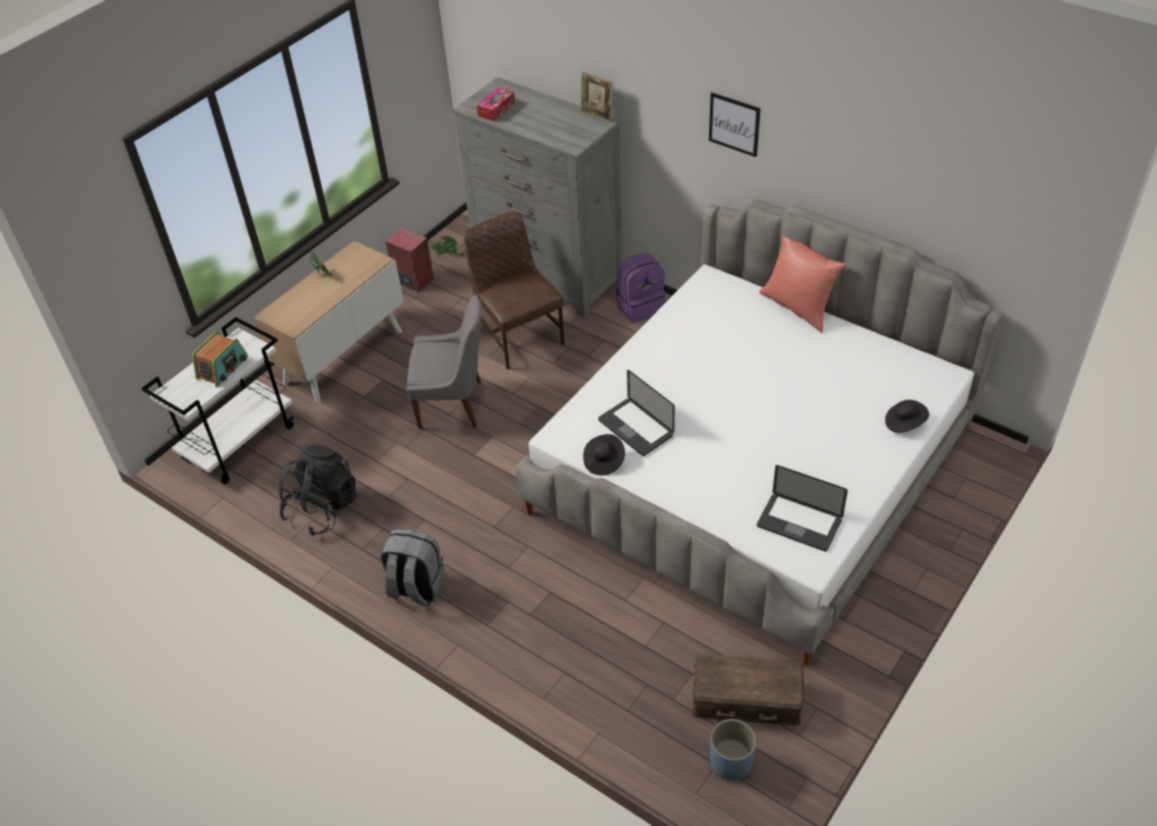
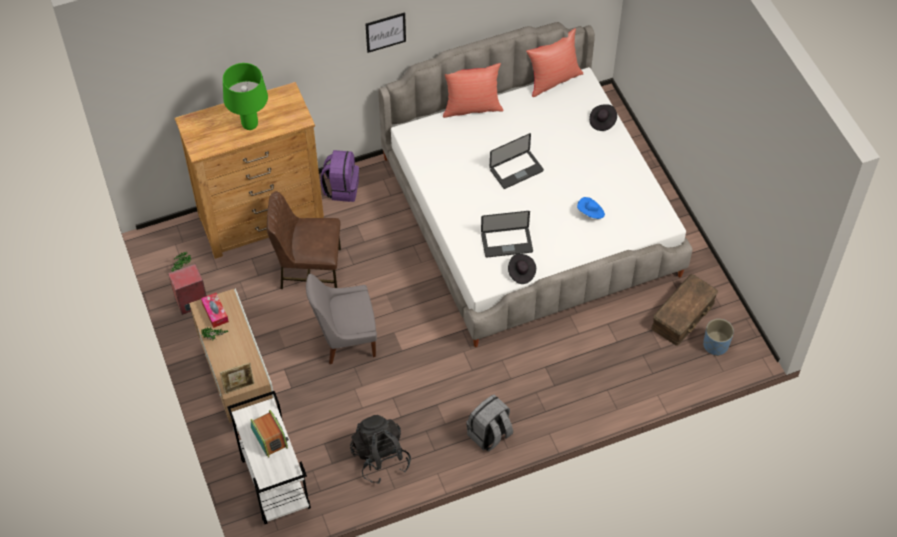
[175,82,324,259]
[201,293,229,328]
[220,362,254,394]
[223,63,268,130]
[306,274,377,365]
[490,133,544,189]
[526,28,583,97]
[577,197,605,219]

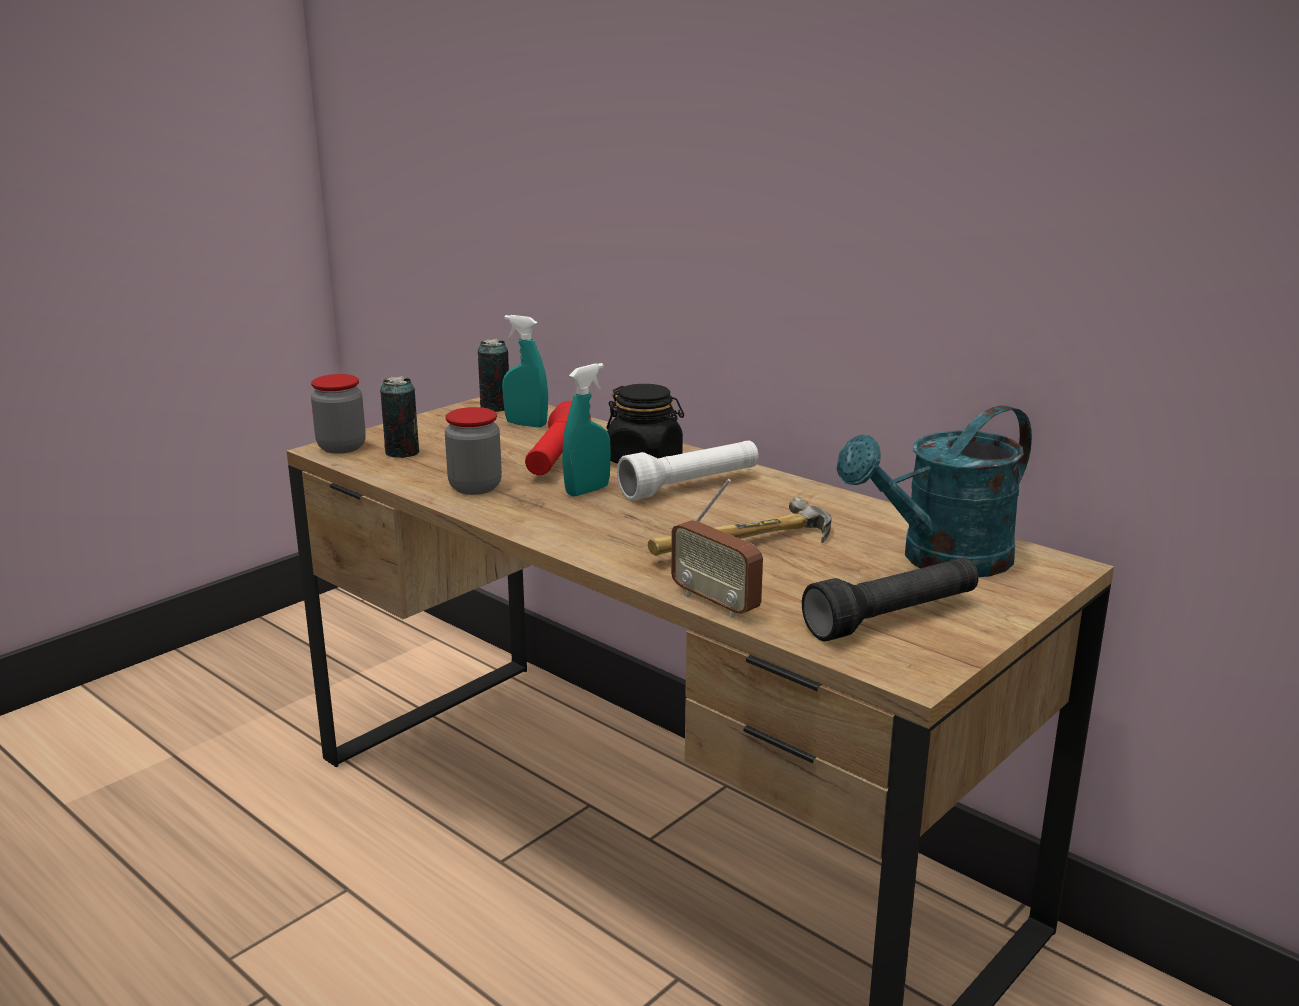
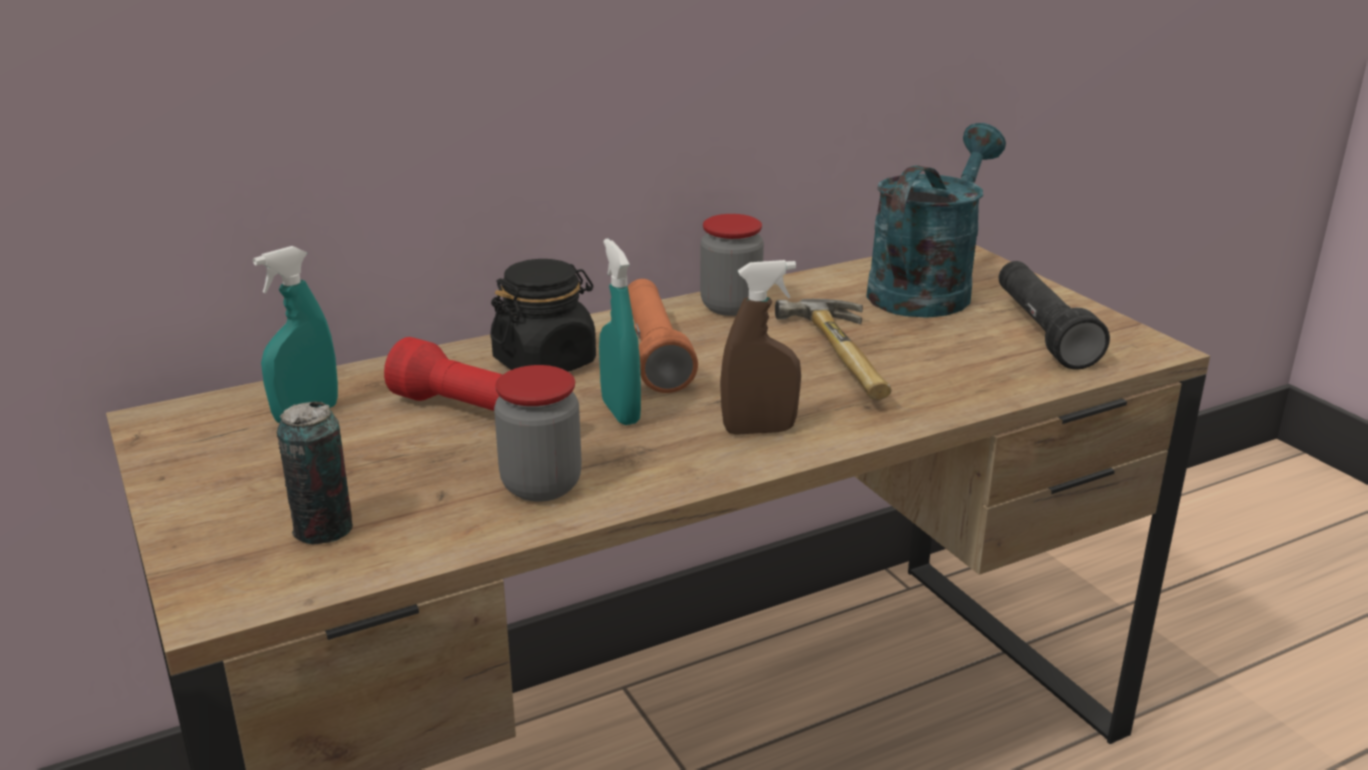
[628,279,698,393]
[700,214,764,316]
[720,260,801,435]
[866,123,1006,318]
[478,339,509,412] (first image)
[671,479,763,618] (first image)

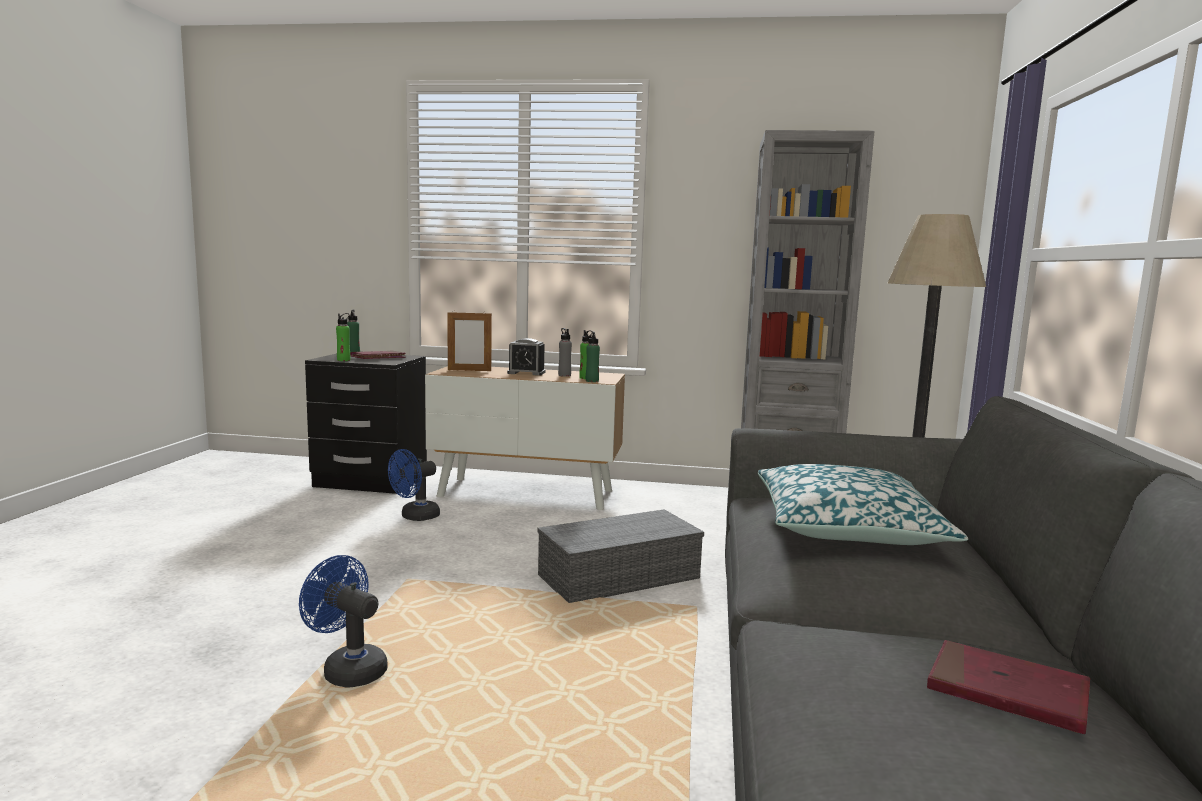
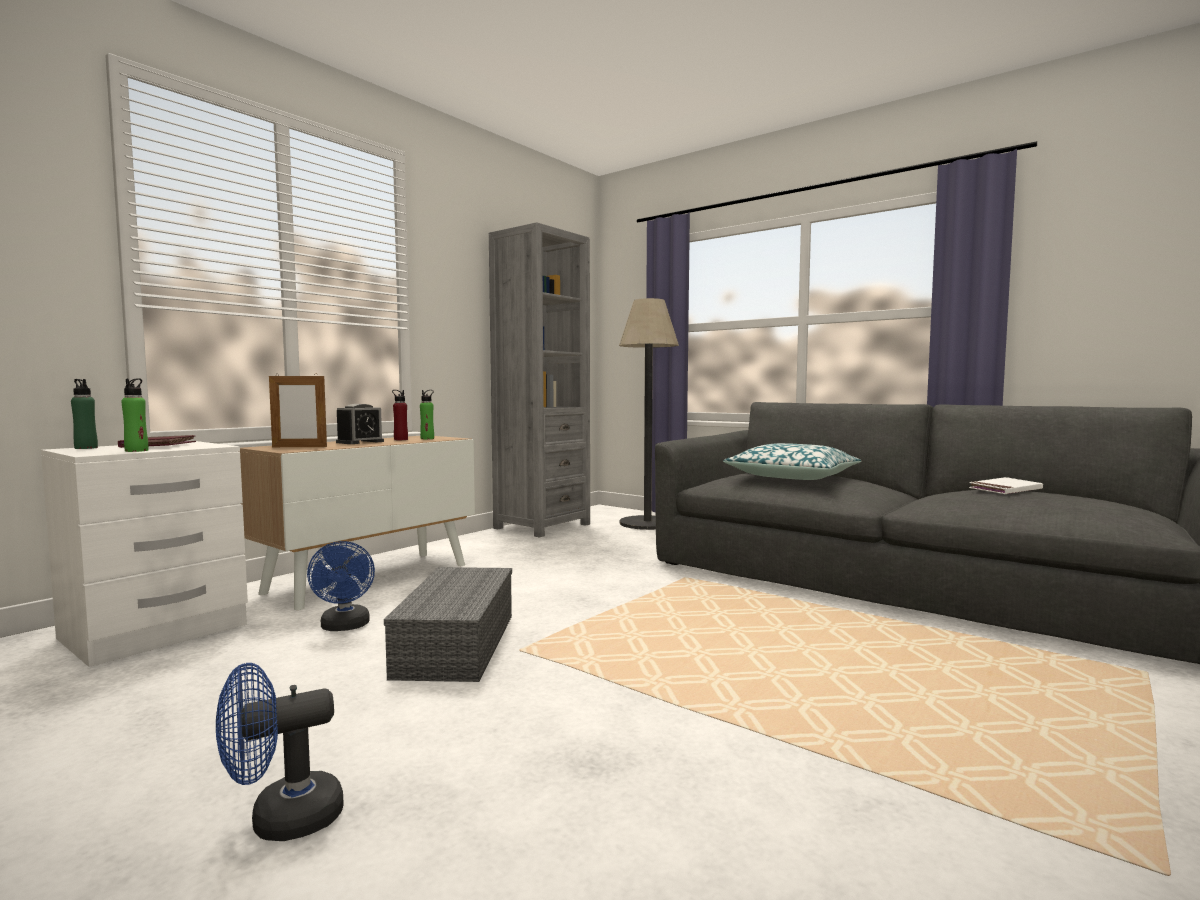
[41,441,248,667]
[216,663,344,841]
[269,374,327,447]
[384,567,512,682]
[392,390,408,440]
[969,477,1043,494]
[586,331,600,382] (first image)

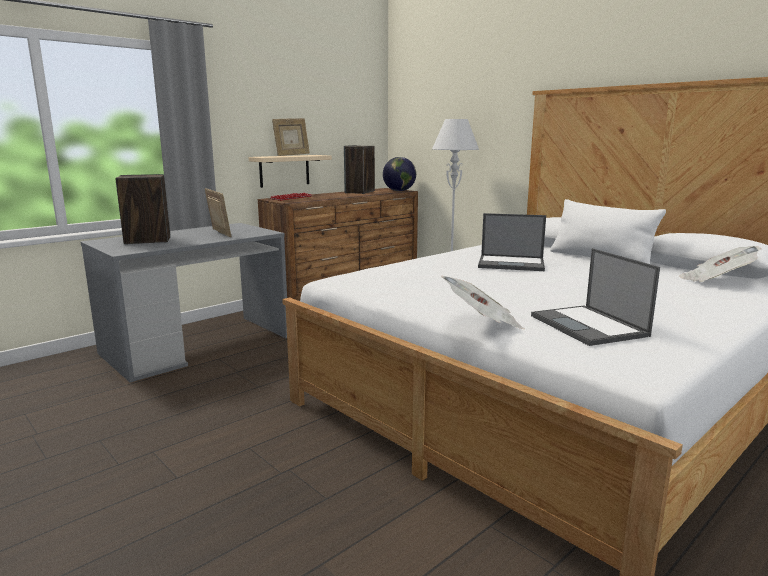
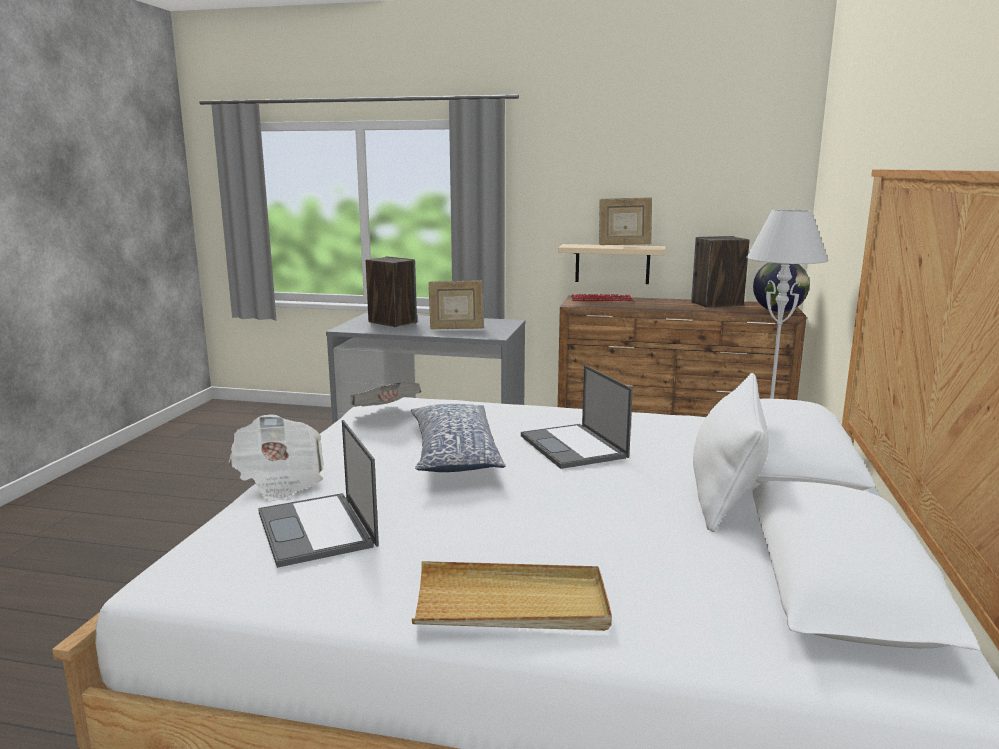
[258,420,379,568]
[350,382,421,407]
[411,404,506,472]
[412,561,612,631]
[428,280,484,329]

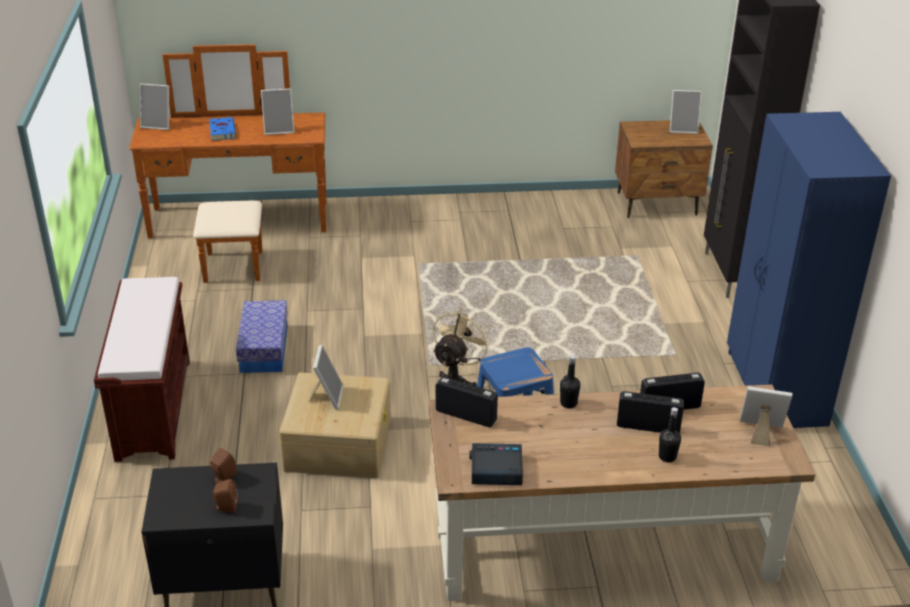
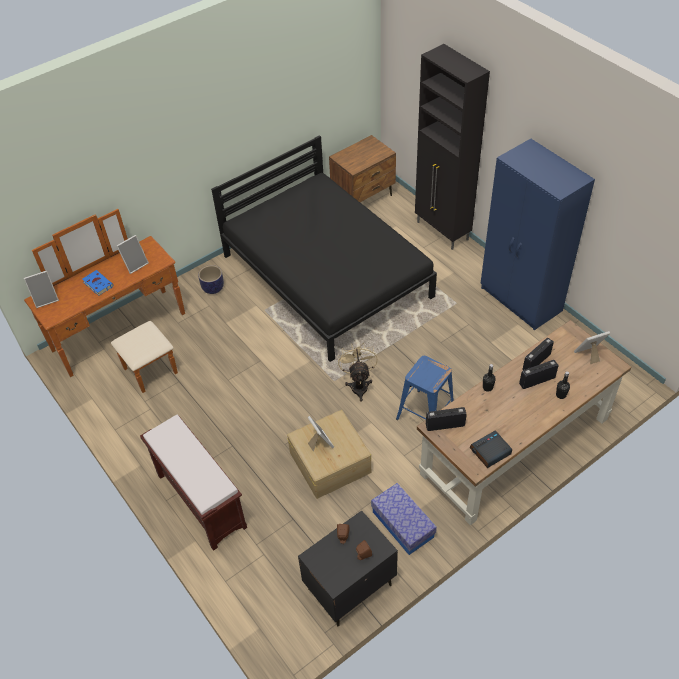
[198,265,224,294]
[211,135,437,362]
[371,483,437,555]
[670,90,702,134] (first image)

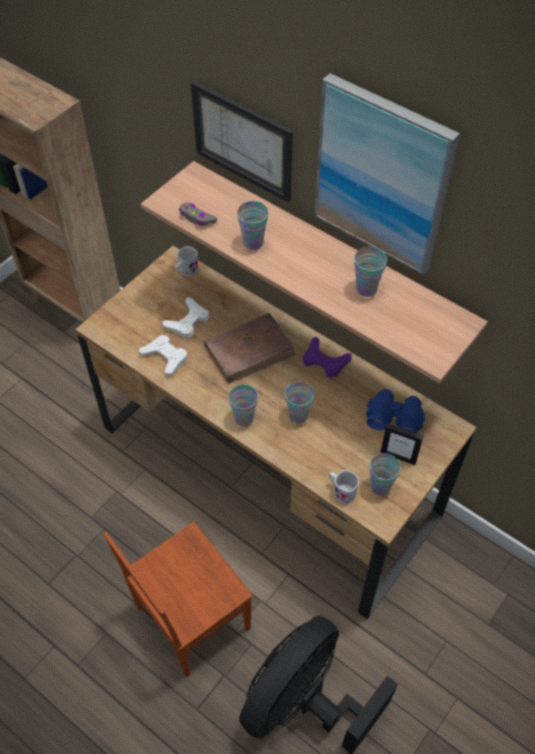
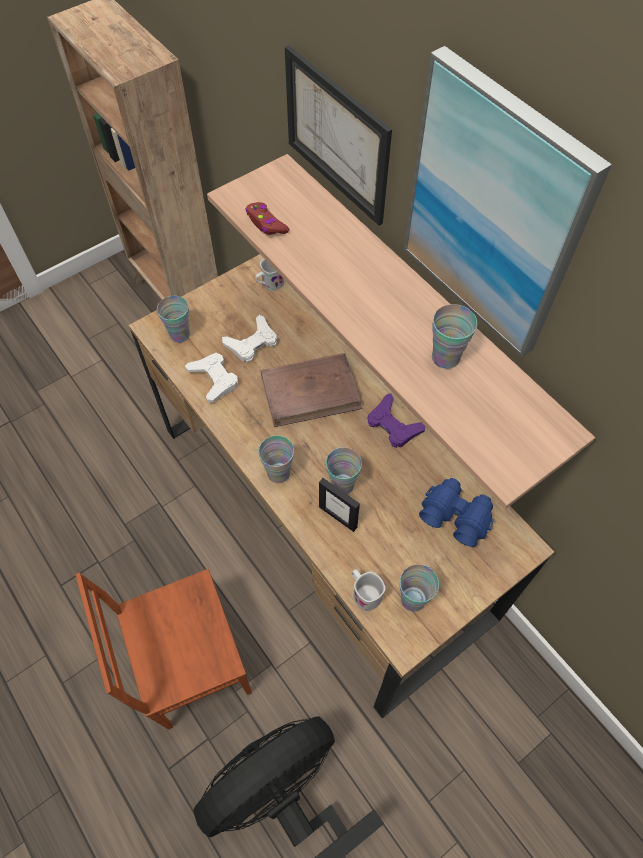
[157,296,190,343]
[245,202,289,235]
[319,478,360,532]

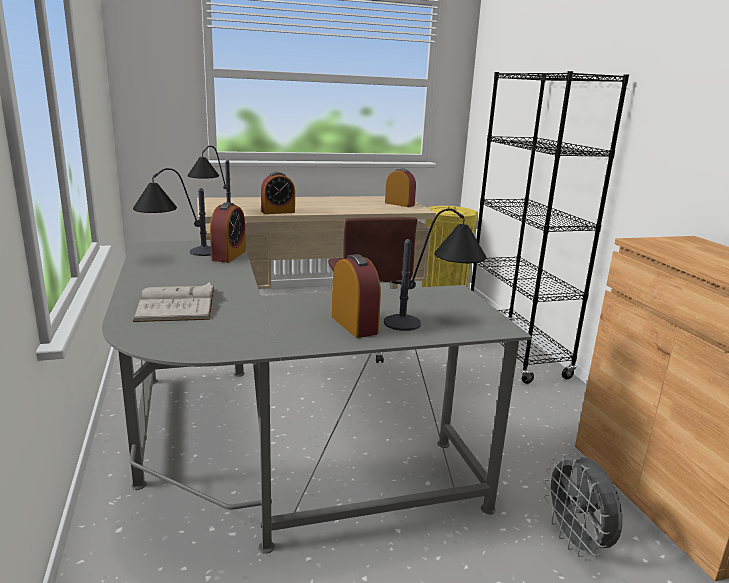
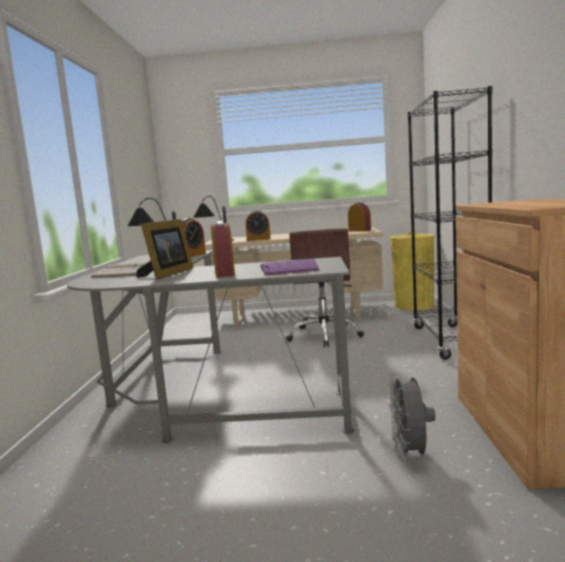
[137,219,193,280]
[260,259,320,276]

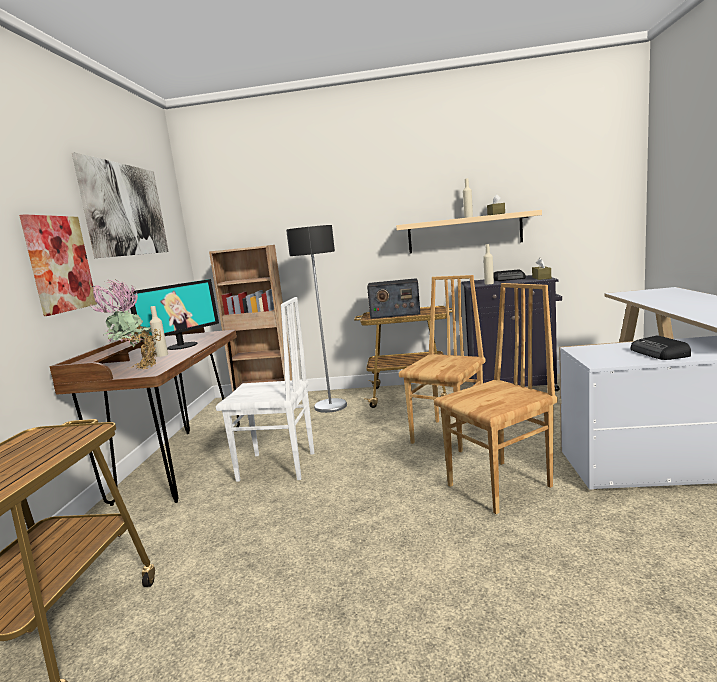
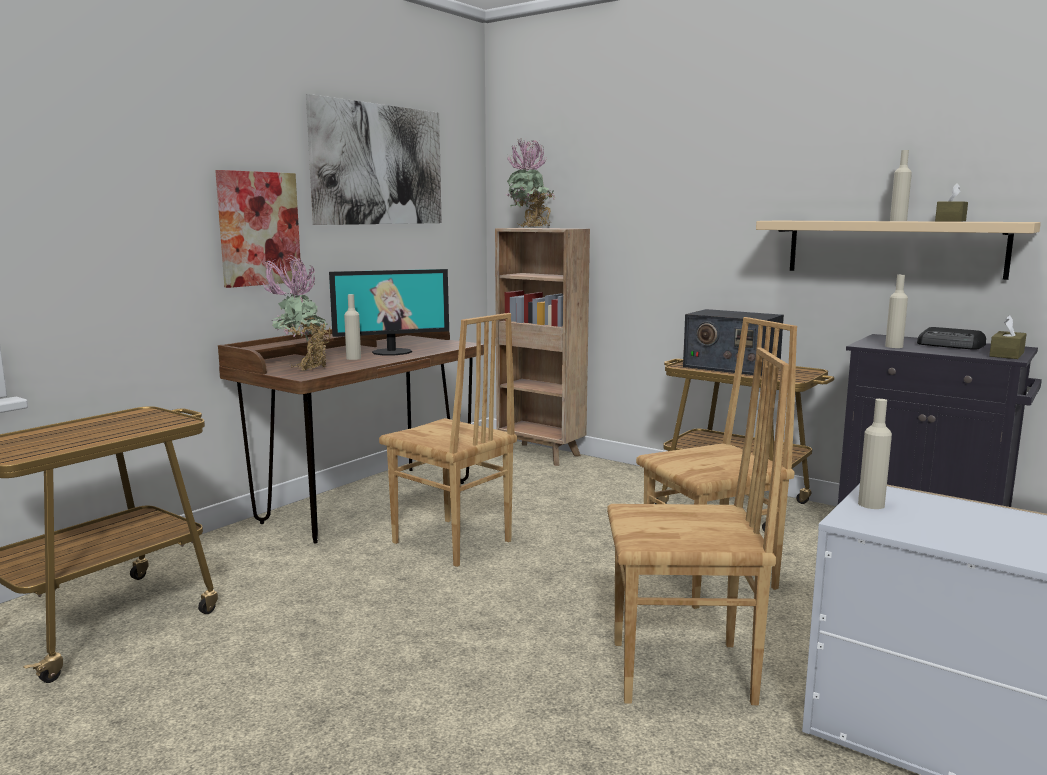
[379,313,517,567]
[506,139,556,227]
[858,399,892,509]
[286,225,347,413] (first image)
[630,336,691,360] (first image)

